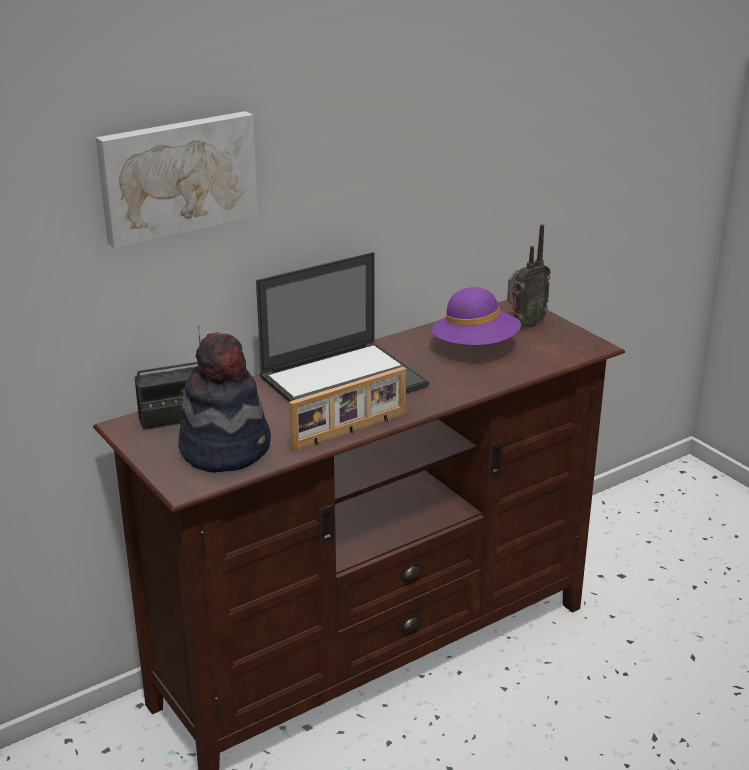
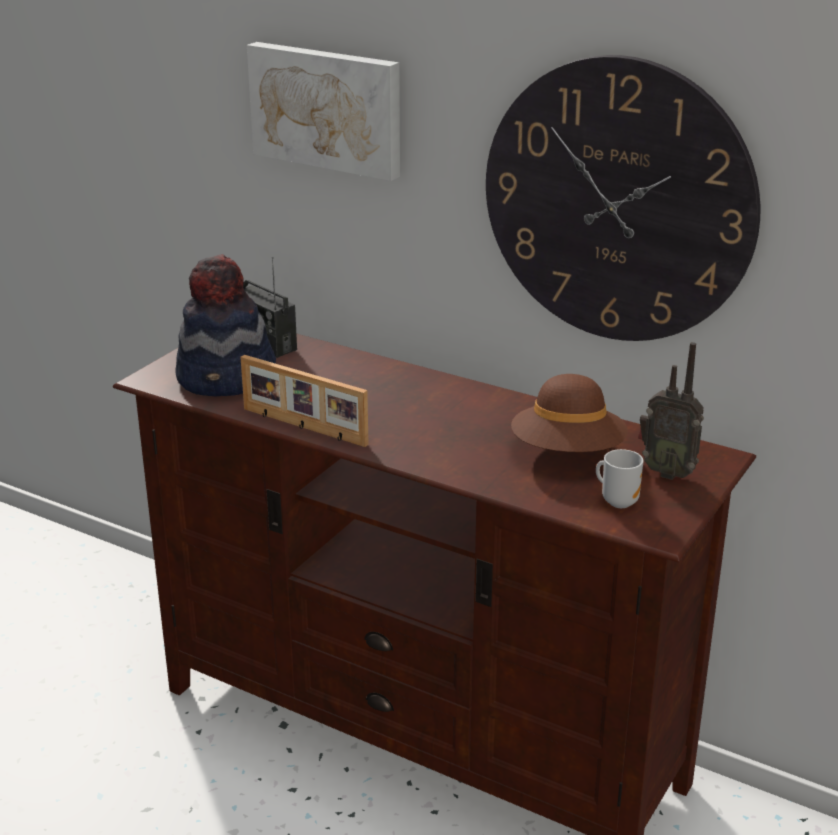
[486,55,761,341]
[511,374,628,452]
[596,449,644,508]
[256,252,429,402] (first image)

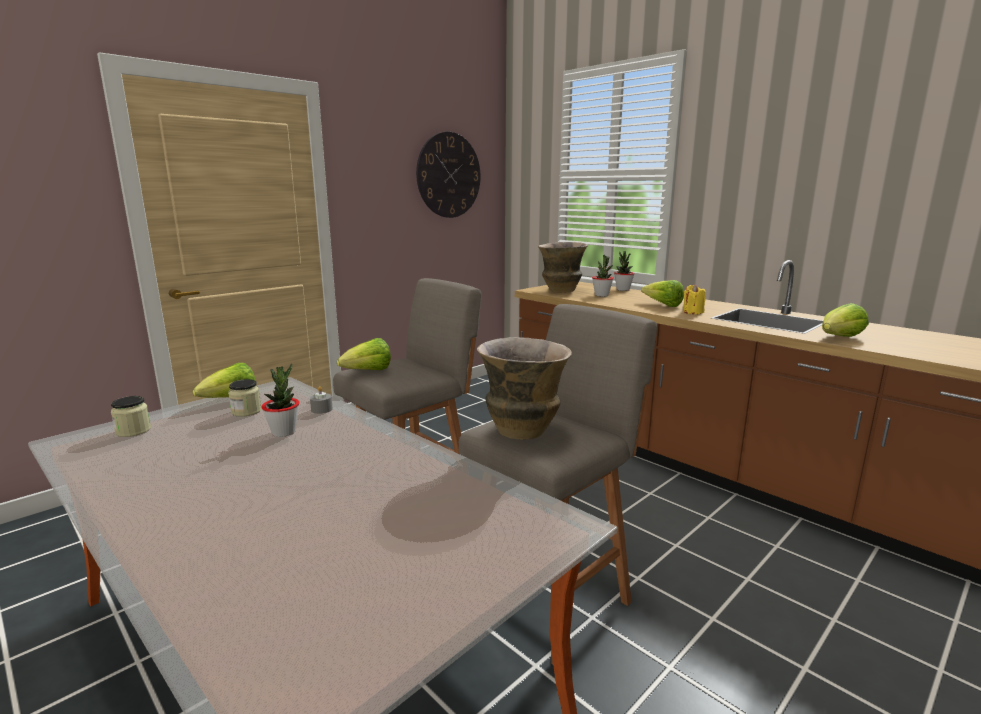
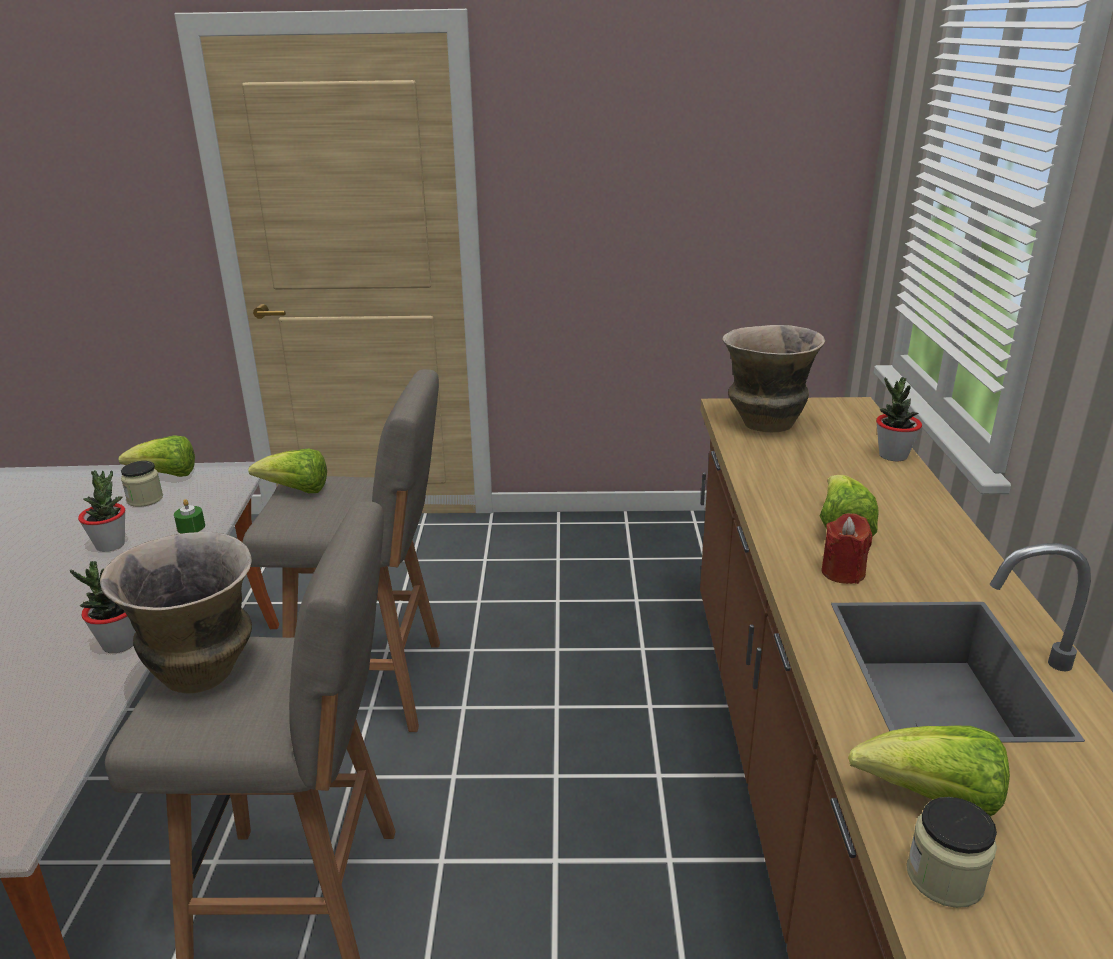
[70,561,136,653]
[174,499,205,534]
[821,513,872,584]
[907,797,997,908]
[416,132,481,218] (first image)

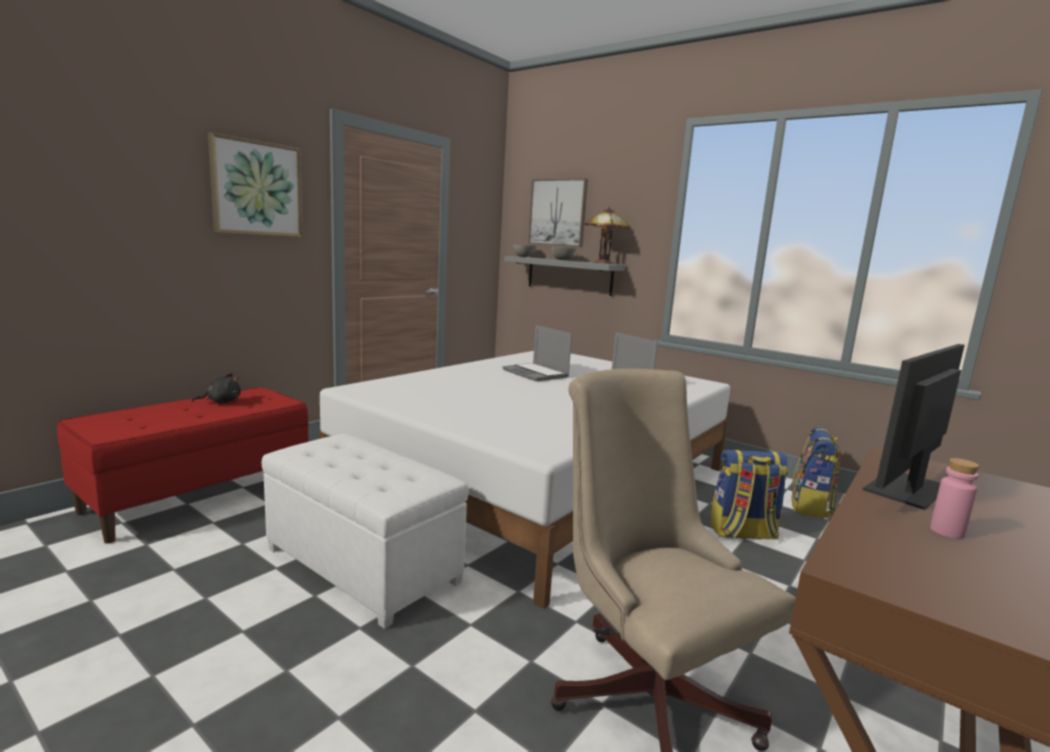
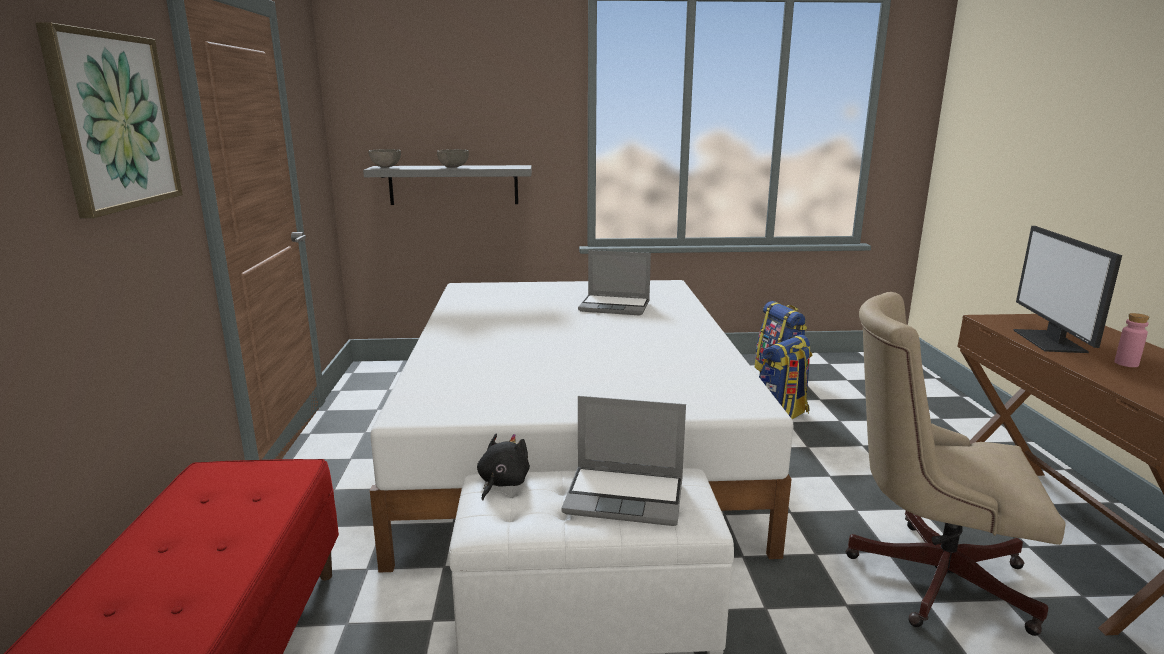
[477,434,530,501]
[561,396,686,526]
[528,178,588,247] (first image)
[585,207,630,264] (first image)

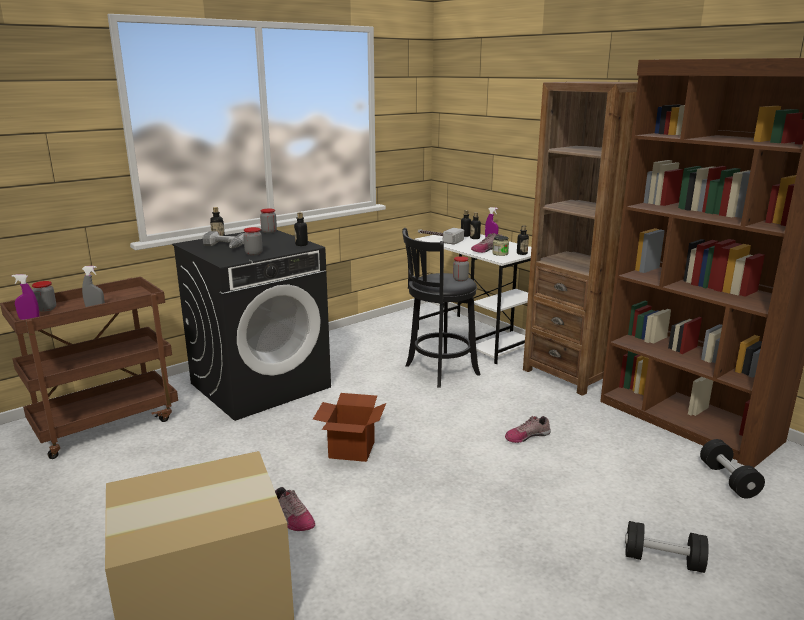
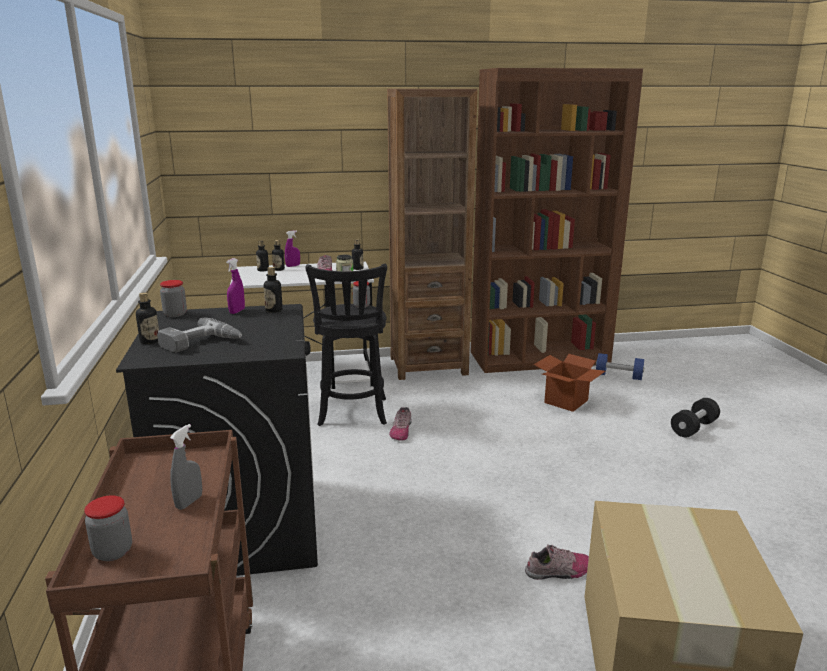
[226,258,245,314]
[389,407,412,441]
[534,354,605,412]
[596,353,644,380]
[243,227,263,255] (first image)
[418,228,464,245] (first image)

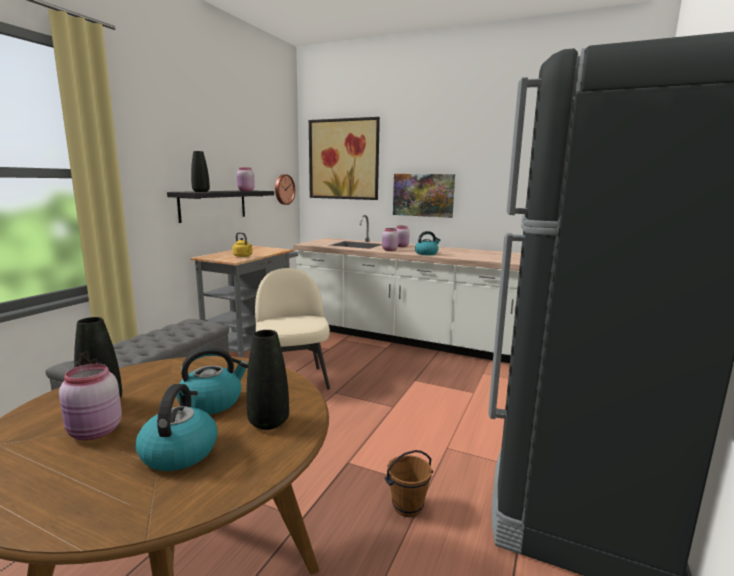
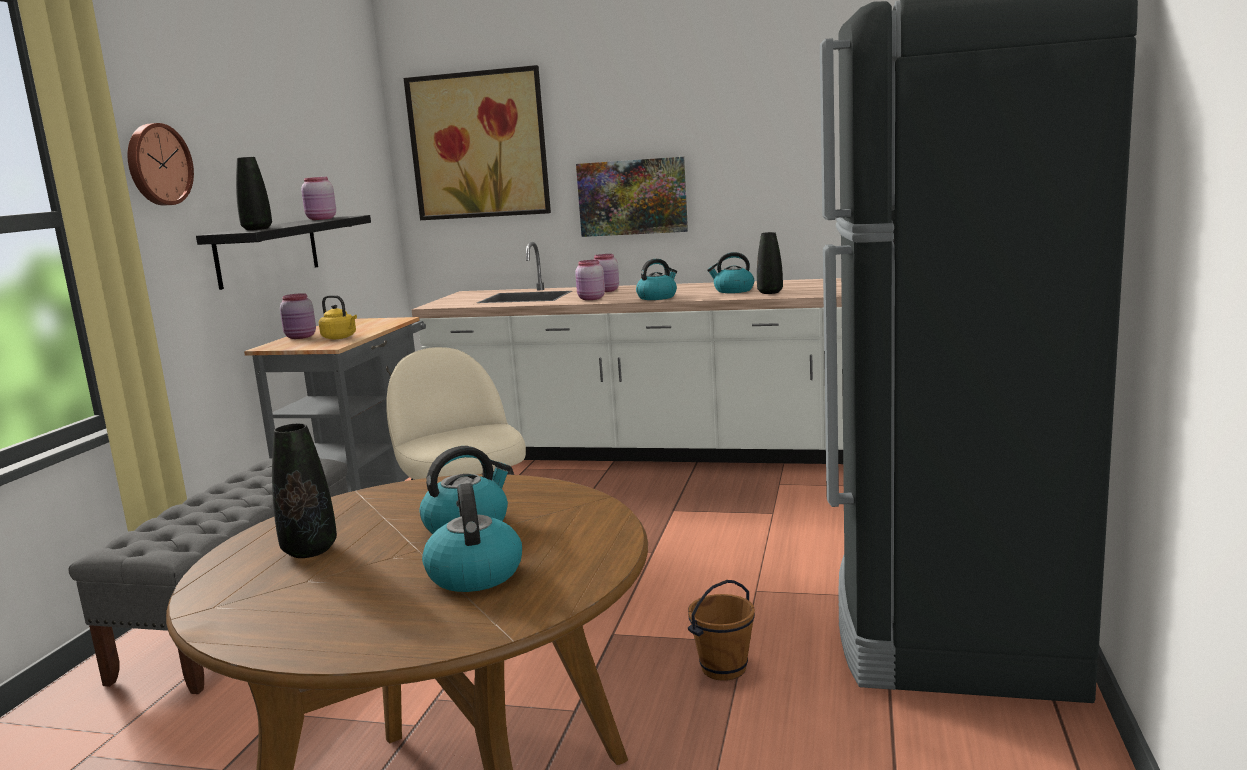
[128,123,194,206]
[280,293,316,339]
[707,252,754,293]
[757,232,783,294]

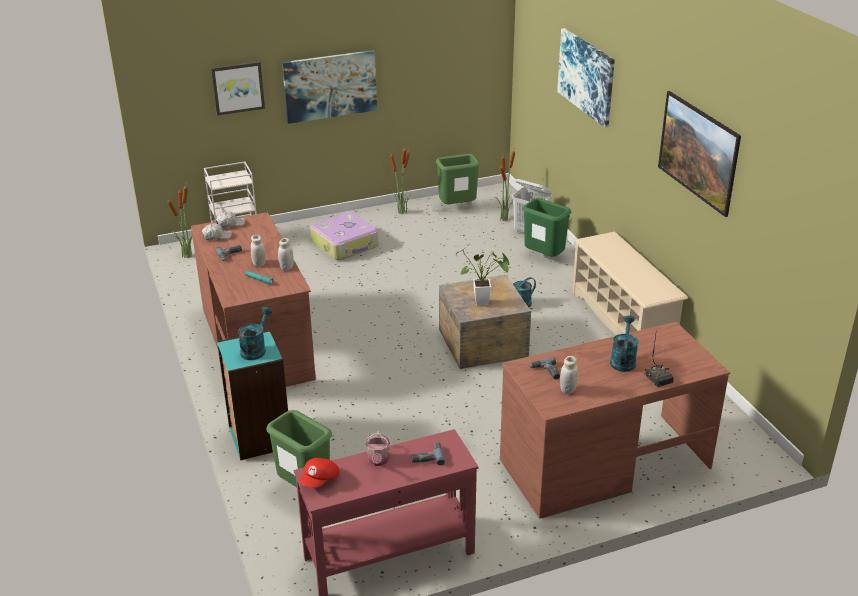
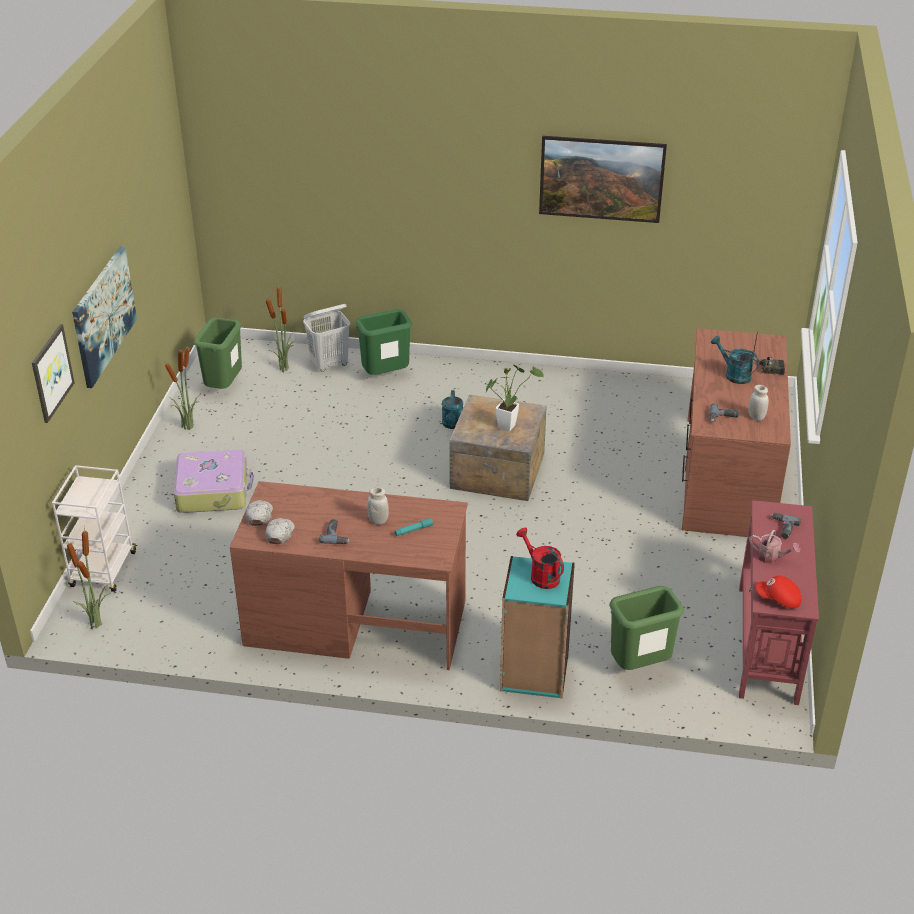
[516,528,564,589]
[756,576,802,609]
[278,238,294,271] (first image)
[557,28,615,127] (first image)
[572,232,688,335] (first image)

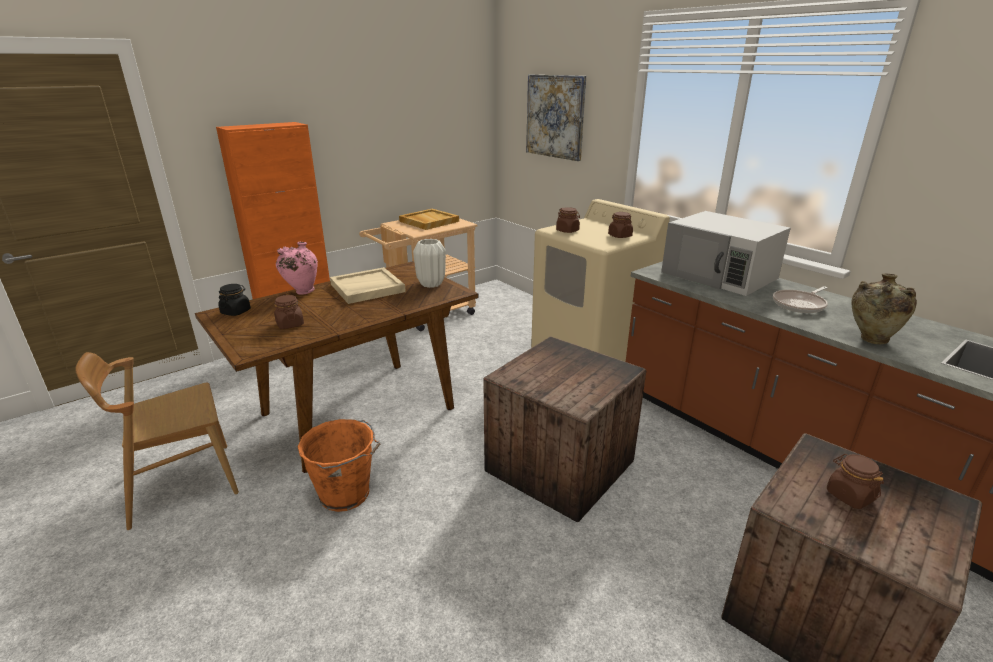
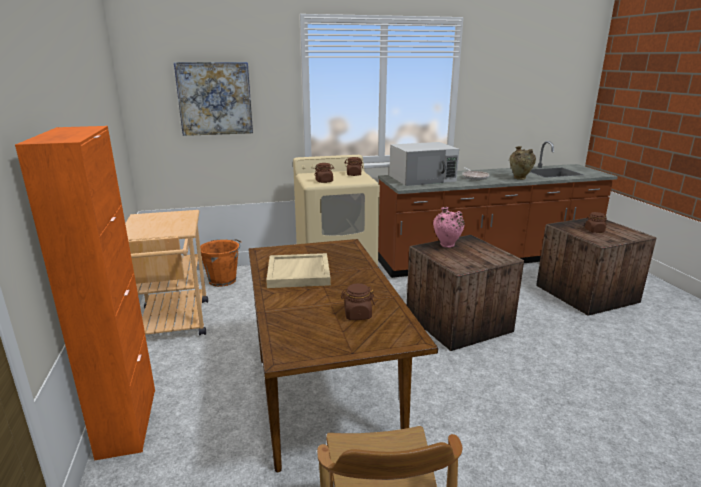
[200,239,241,287]
[433,207,465,248]
[218,284,251,316] (first image)
[399,209,459,230] (first image)
[413,239,446,288] (first image)

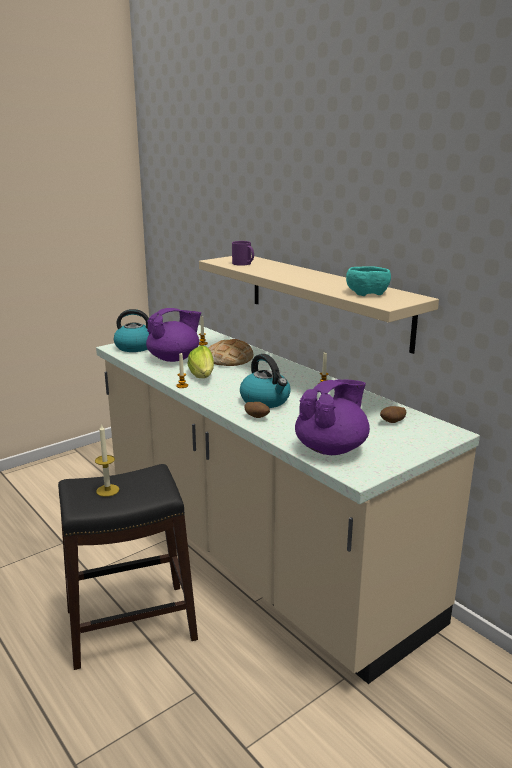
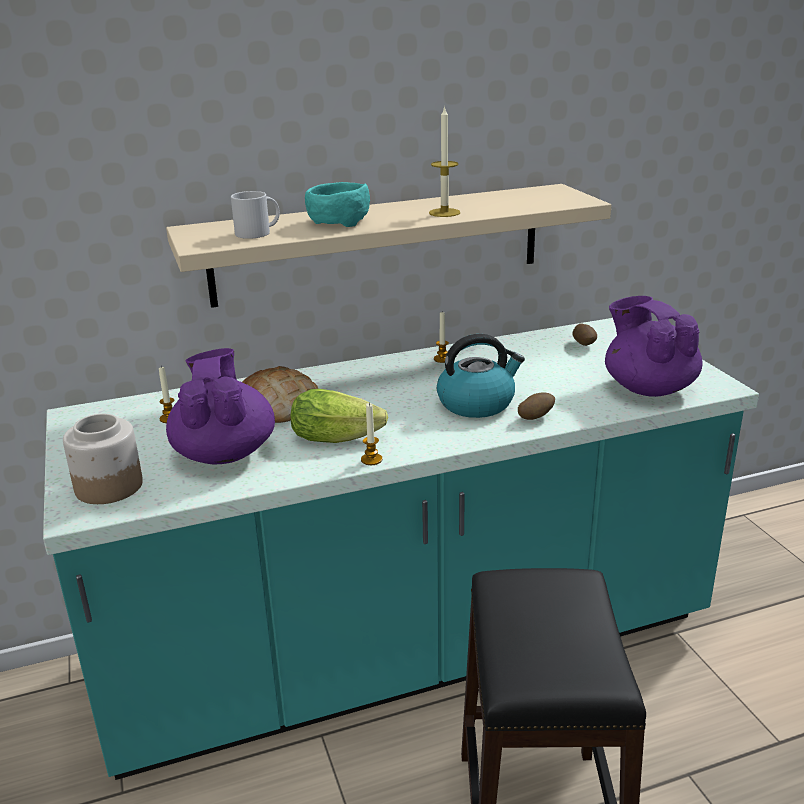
[43,318,759,780]
[63,414,143,504]
[231,191,280,239]
[305,182,370,227]
[429,106,461,217]

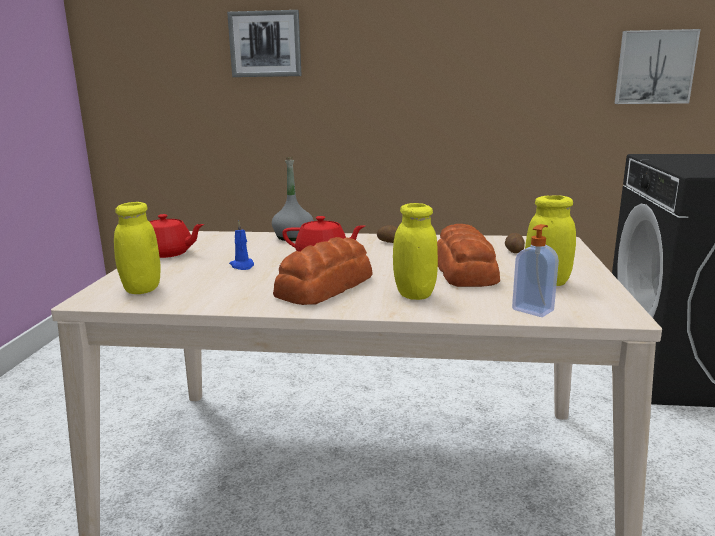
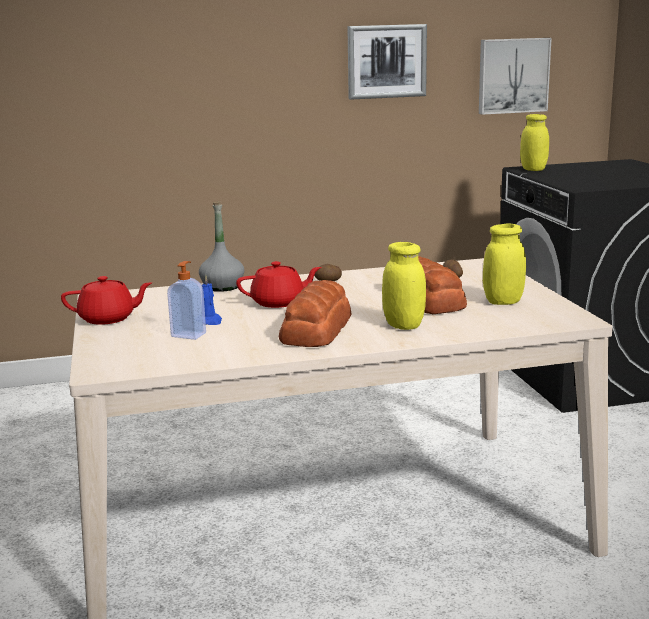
[167,261,206,340]
[348,24,427,100]
[520,114,549,171]

